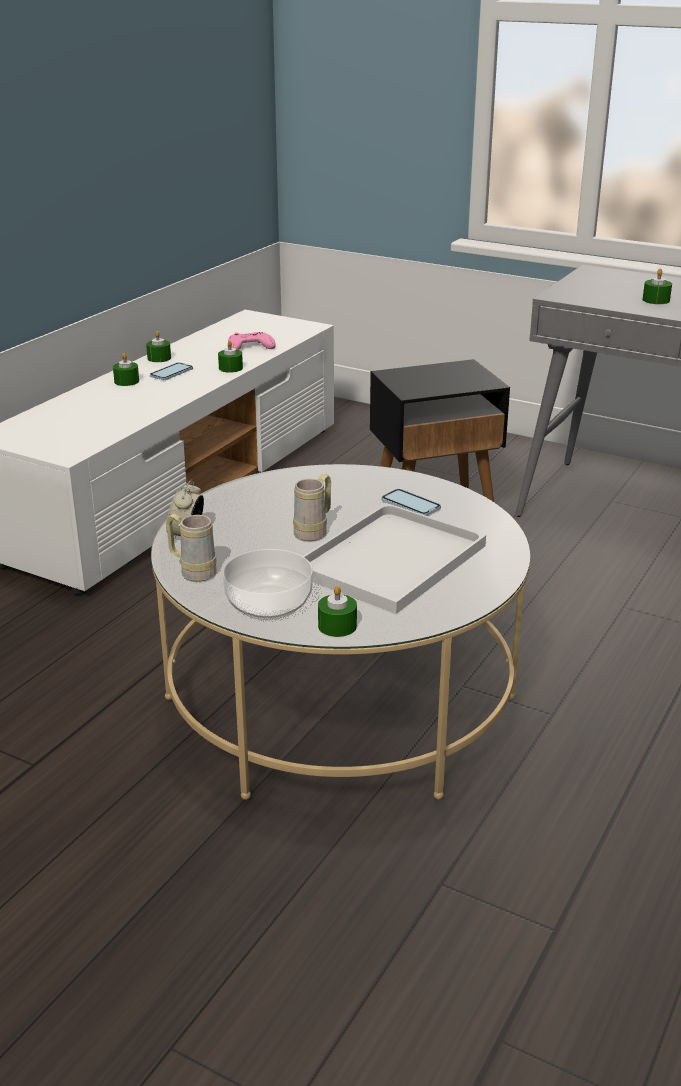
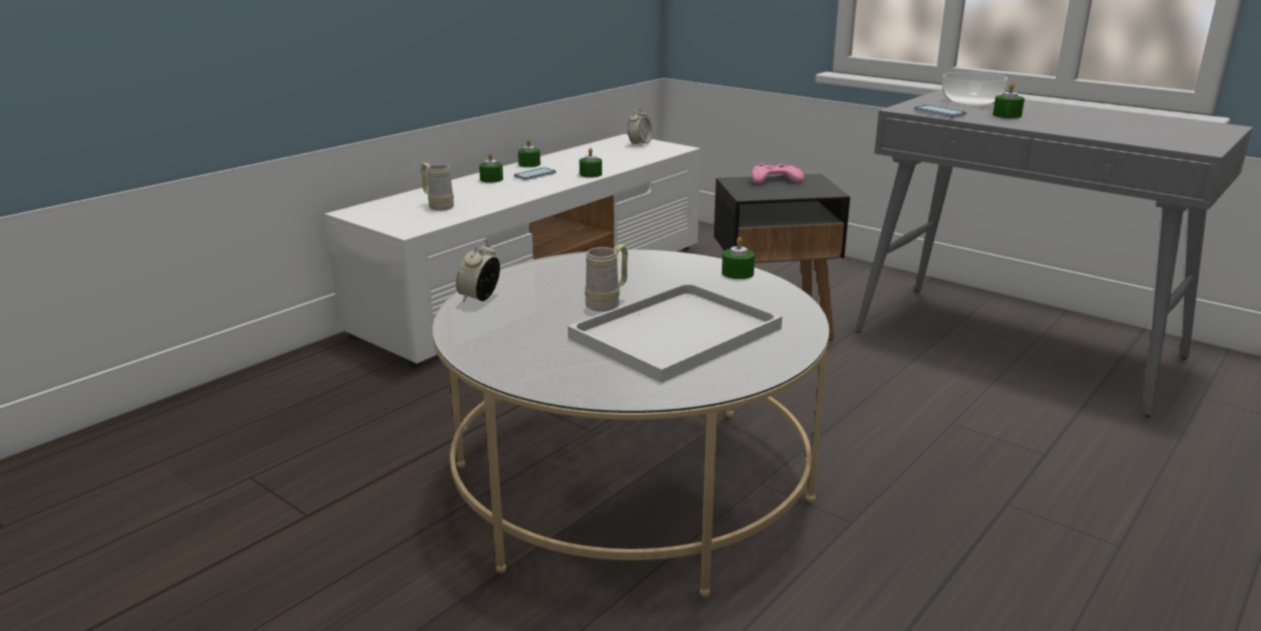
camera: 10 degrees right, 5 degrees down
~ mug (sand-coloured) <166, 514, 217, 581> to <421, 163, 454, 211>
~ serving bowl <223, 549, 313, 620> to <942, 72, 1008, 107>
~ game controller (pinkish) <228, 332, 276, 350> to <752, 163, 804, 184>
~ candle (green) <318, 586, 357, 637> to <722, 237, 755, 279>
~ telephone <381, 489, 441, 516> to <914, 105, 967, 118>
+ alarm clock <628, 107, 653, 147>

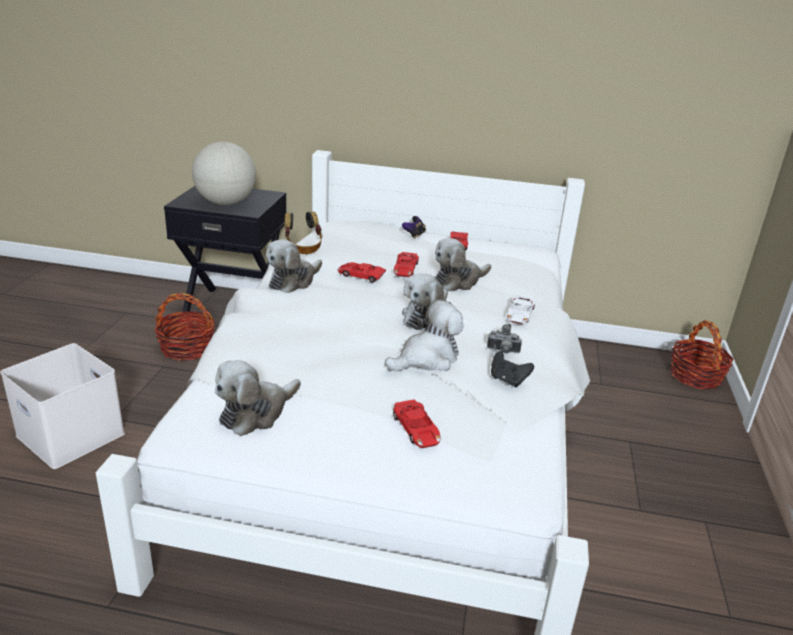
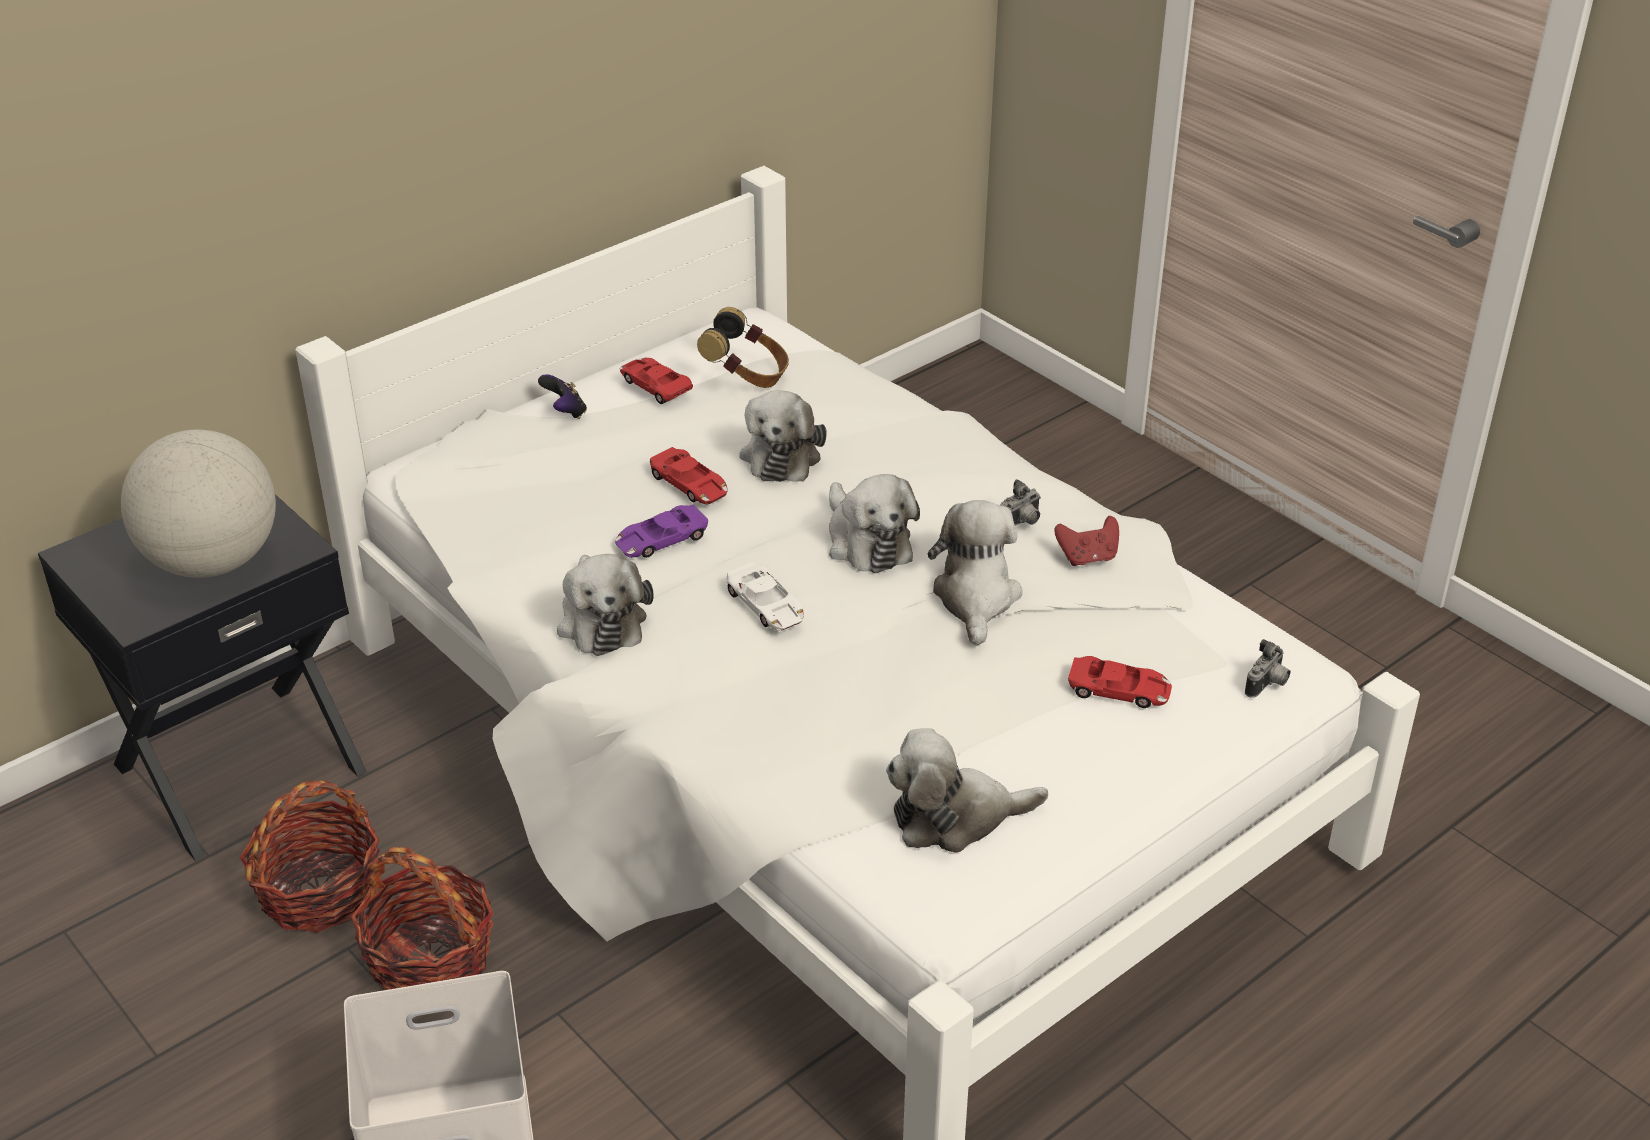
camera: 50 degrees left, 10 degrees up
~ cuddly toy <215, 360, 301, 436> = <886, 728, 1048, 853> 90 degrees clockwise
~ headset <284, 212, 323, 254> to <697, 307, 789, 388>
~ model car (reddish) <338, 262, 386, 283> to model car (purple-coloured) <615, 504, 708, 558>
~ game controller (blackish) <491, 351, 534, 387> to game controller (reddish) <1054, 516, 1119, 566>
~ model car (white) <507, 294, 536, 324> to <727, 562, 804, 631>
~ household basket <670, 320, 734, 389> to <351, 847, 494, 990>
+ photo camera <1245, 639, 1290, 698>

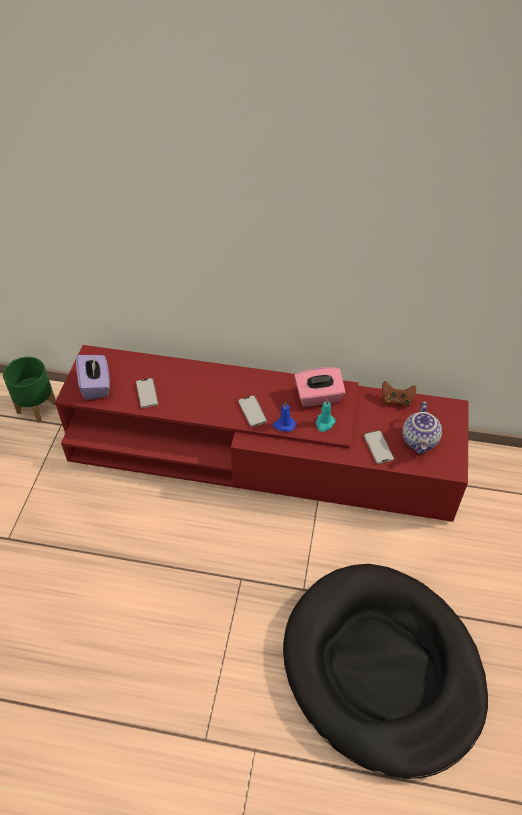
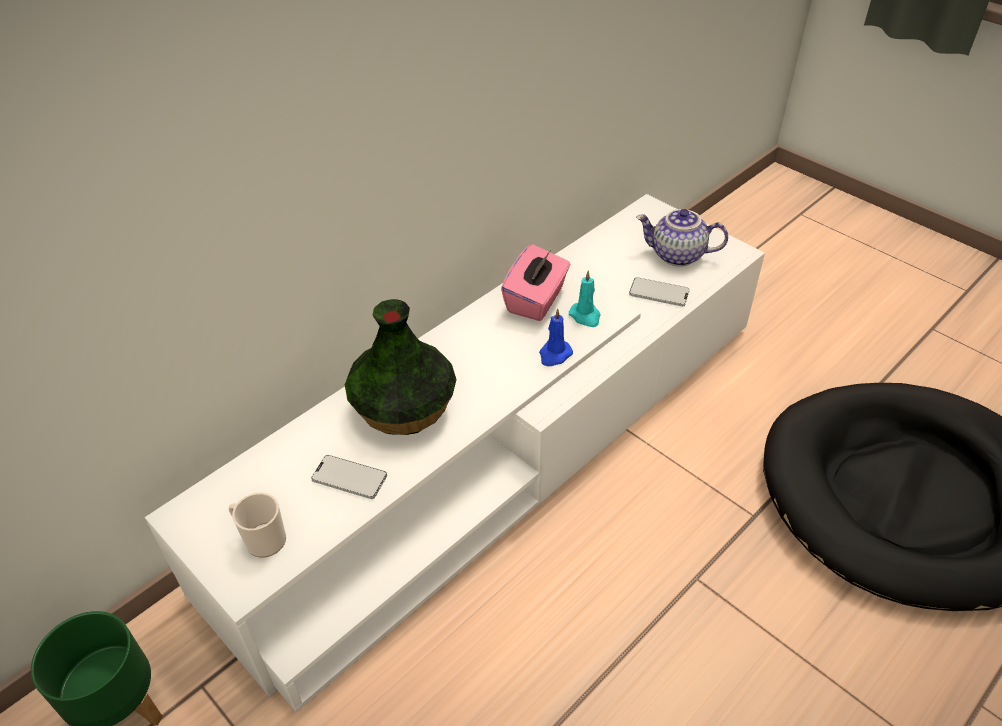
camera: 55 degrees left, 5 degrees down
~ media console (reddish) <55, 345, 469, 522> to media console (white) <145, 194, 765, 712>
~ tissue holder (purple-coloured) <76, 355, 110, 400> to mug <229, 493, 286, 558>
- telephone <238, 395, 267, 427>
- game controller (brown) <382, 381, 416, 407>
~ teapot <402, 402, 442, 454> = <636, 209, 728, 266> 150 degrees clockwise
+ vase <345, 299, 457, 435>

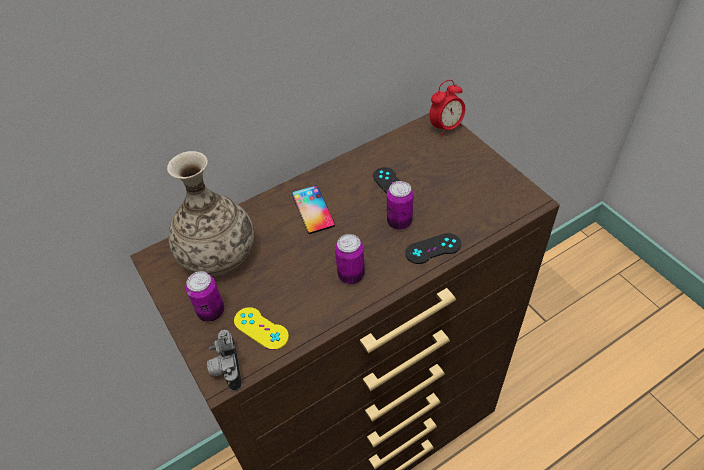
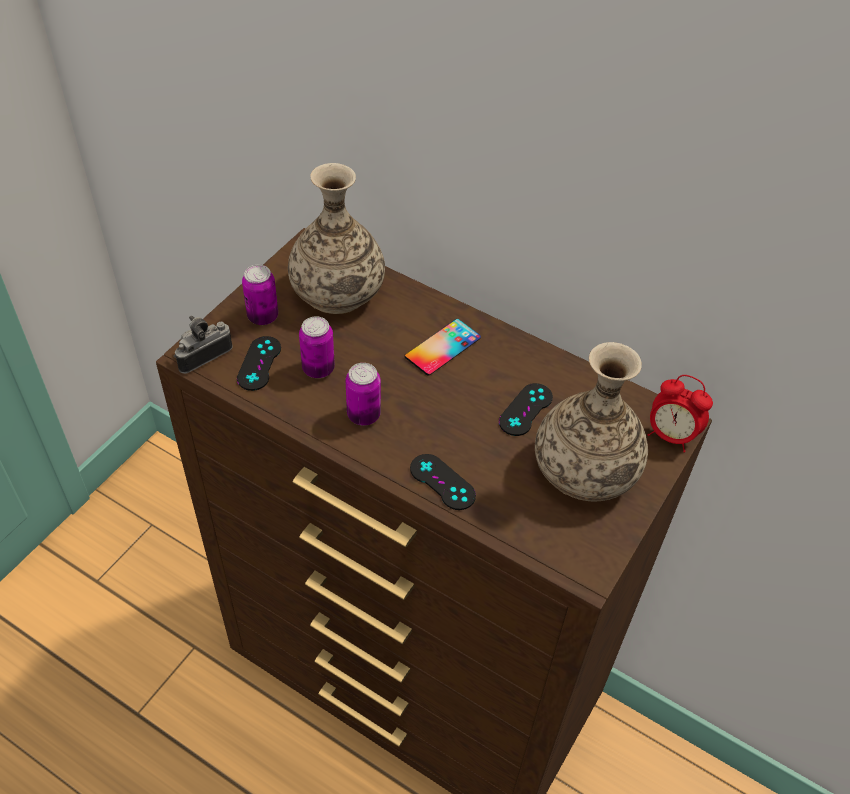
camera: 60 degrees right, 0 degrees up
~ game controller (yellow-coloured) <234, 307, 289, 350> to game controller (blackish) <237, 336, 281, 391>
~ can <387, 181, 414, 230> to <299, 316, 335, 378>
+ vase <535, 342, 648, 501>

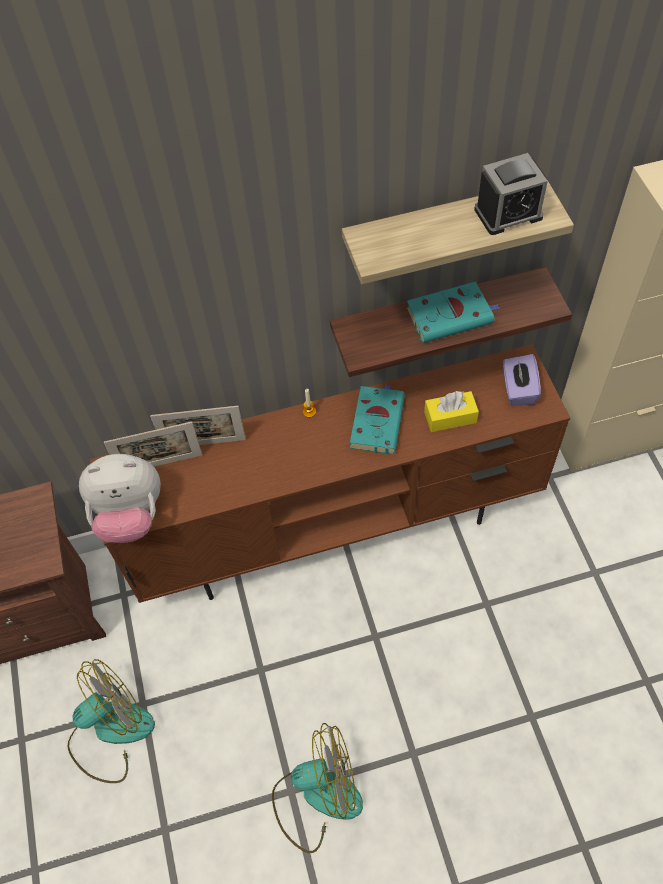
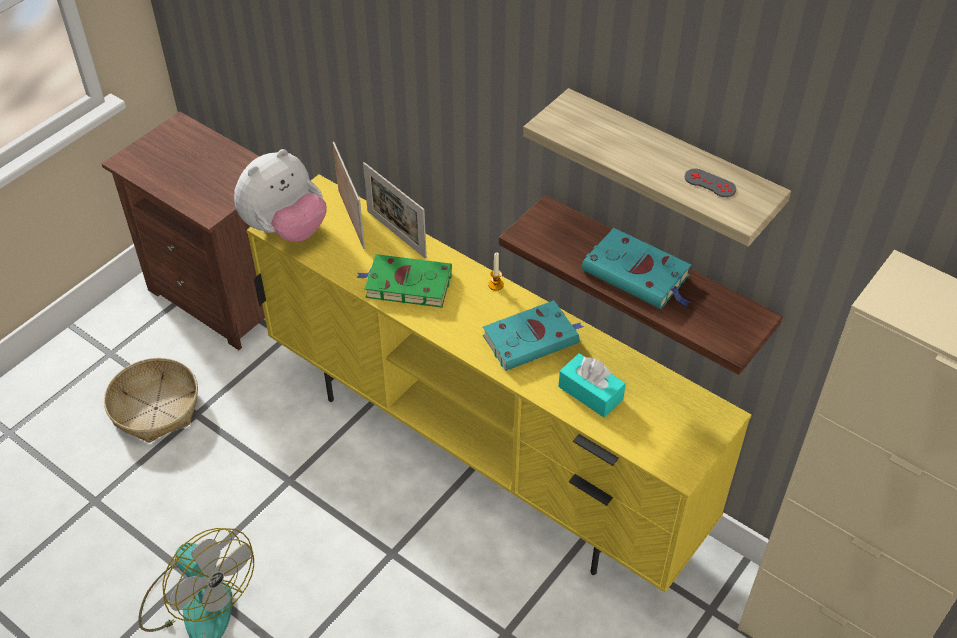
camera: 50 degrees right, 10 degrees down
~ cooling fan <68, 659, 155, 783> to household basket <104, 358, 198, 443>
~ cuddly toy <79, 454, 161, 543> = <234, 149, 327, 242> 90 degrees counterclockwise
~ media console (brown) <90, 344, 570, 603> to media console (yellow-coloured) <247, 175, 751, 592>
~ standing frame <104, 422, 203, 466> = <333, 142, 365, 249> 150 degrees counterclockwise
~ tissue holder (yellow-coloured) <424, 391, 479, 432> to tissue holder (turquoise) <558, 353, 626, 418>
~ alarm clock <474, 153, 548, 235> to game controller (greyish) <685, 169, 736, 197>
- tissue holder (purple-coloured) <503, 354, 541, 406>
+ bound book (green) <356, 254, 452, 308>

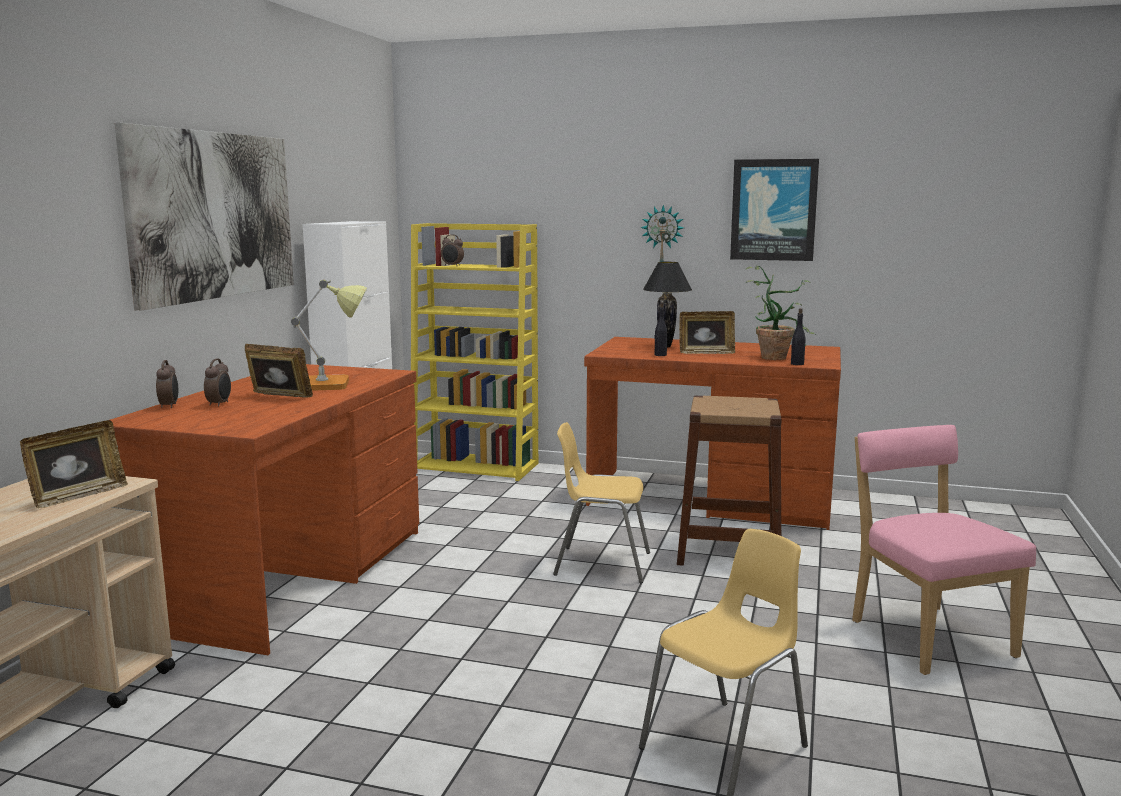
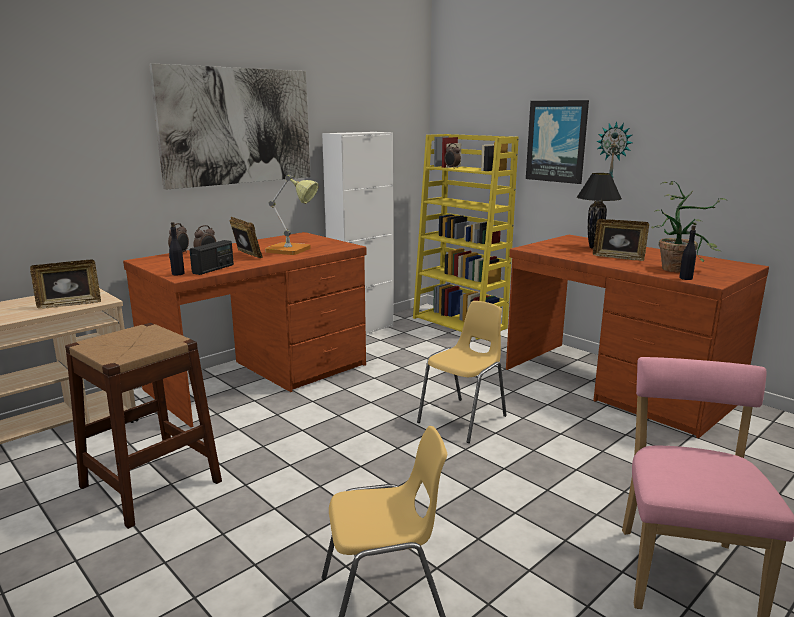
camera: 30 degrees right, 5 degrees up
~ upright chair (yellow-coloured) <553, 422, 650, 583> = <417, 301, 507, 443> 90 degrees clockwise
~ drink bottle (blackish) <654, 302, 667, 356> to <169, 222, 185, 275>
~ sitting stool (brown) <677, 396, 782, 566> to <65, 323, 222, 529>
~ picture <730, 159, 819, 261> to <526, 100, 589, 184>
+ radio <189, 240, 234, 275>

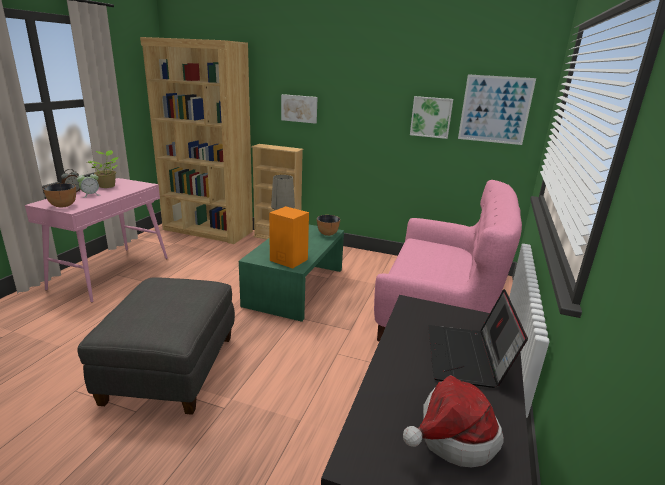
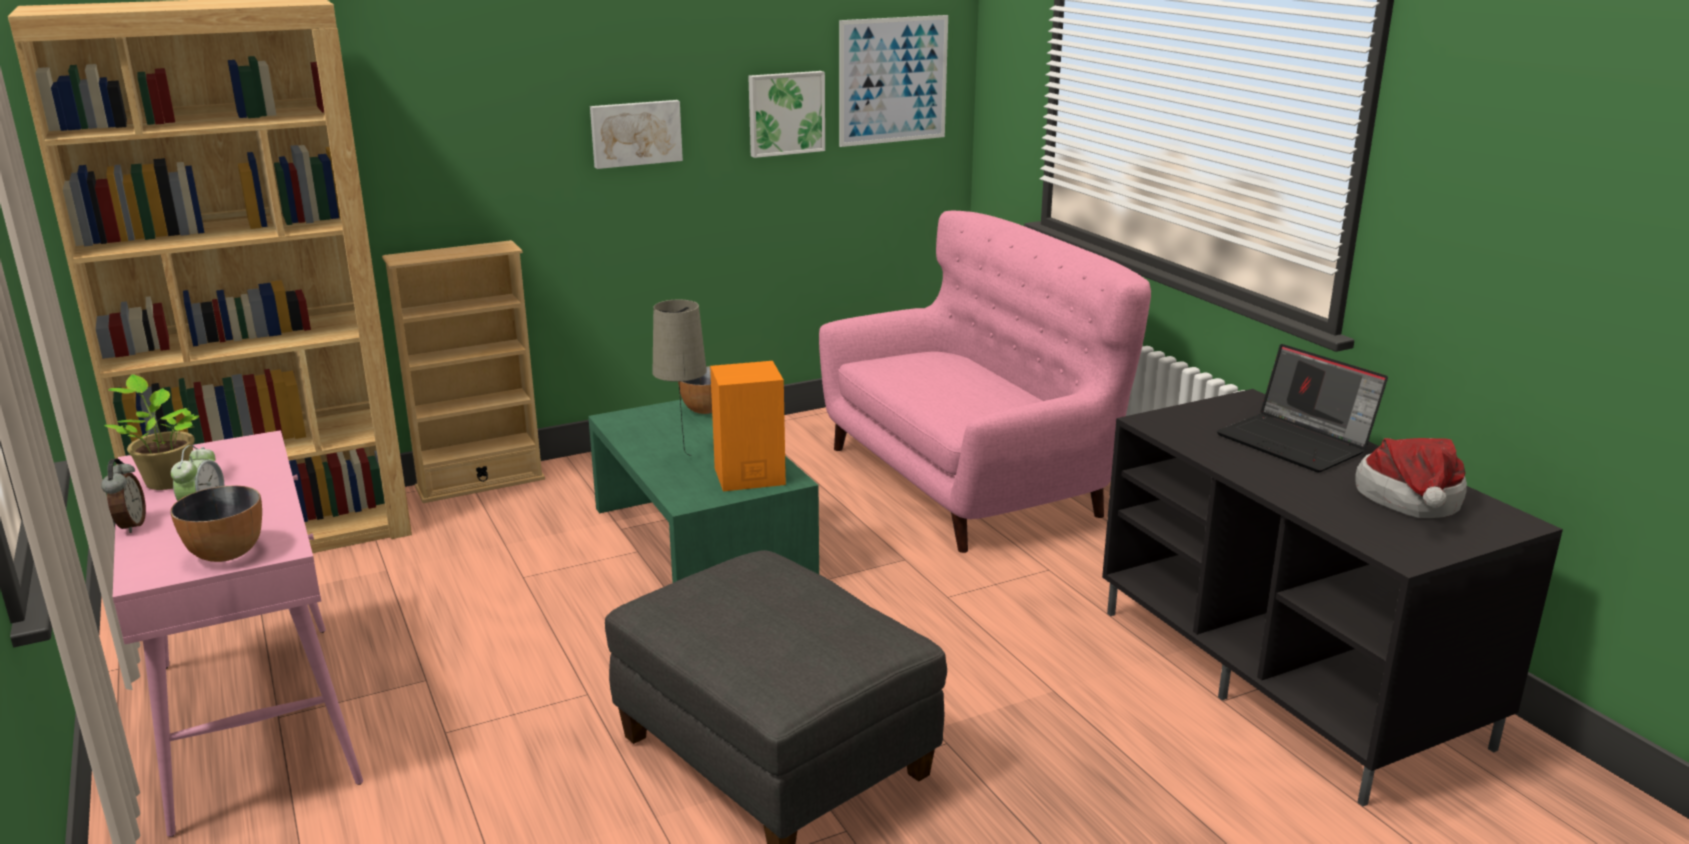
camera: 45 degrees left, 0 degrees up
~ picture <281, 94, 318, 124> to <590, 100, 683, 169>

